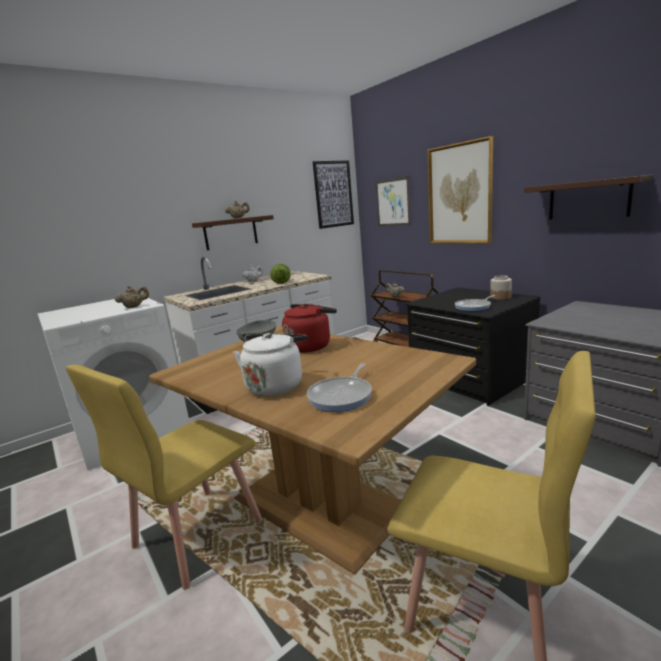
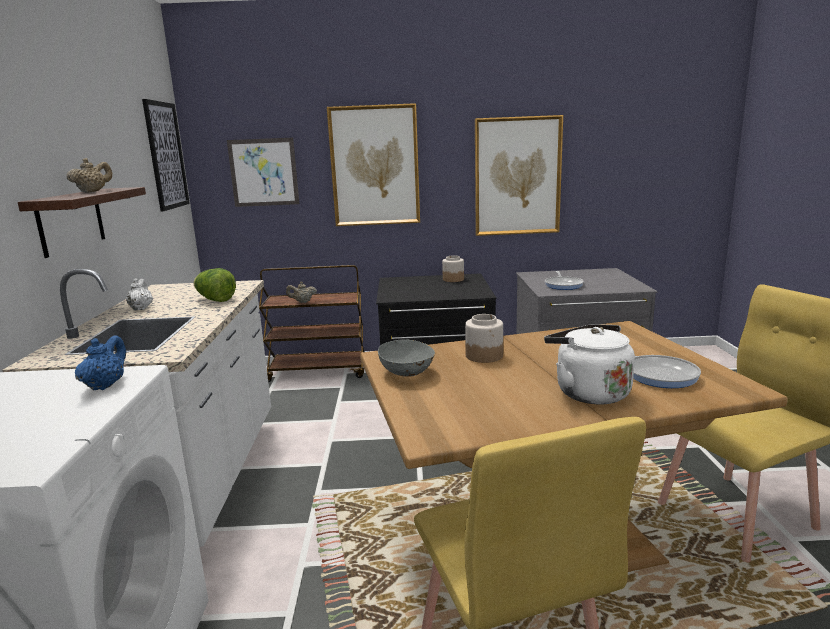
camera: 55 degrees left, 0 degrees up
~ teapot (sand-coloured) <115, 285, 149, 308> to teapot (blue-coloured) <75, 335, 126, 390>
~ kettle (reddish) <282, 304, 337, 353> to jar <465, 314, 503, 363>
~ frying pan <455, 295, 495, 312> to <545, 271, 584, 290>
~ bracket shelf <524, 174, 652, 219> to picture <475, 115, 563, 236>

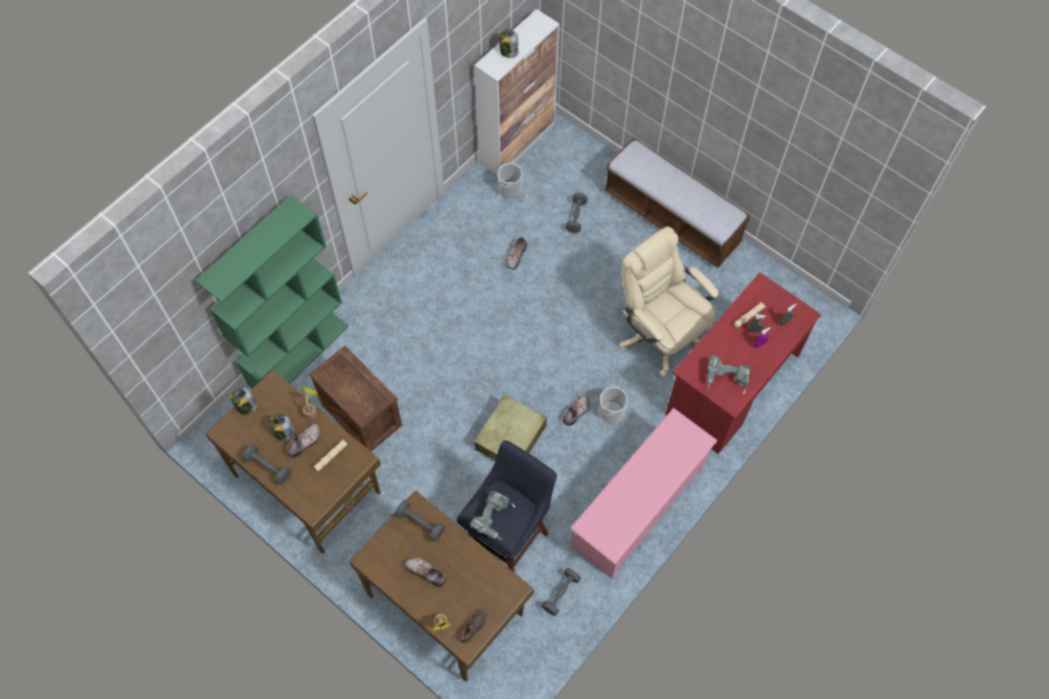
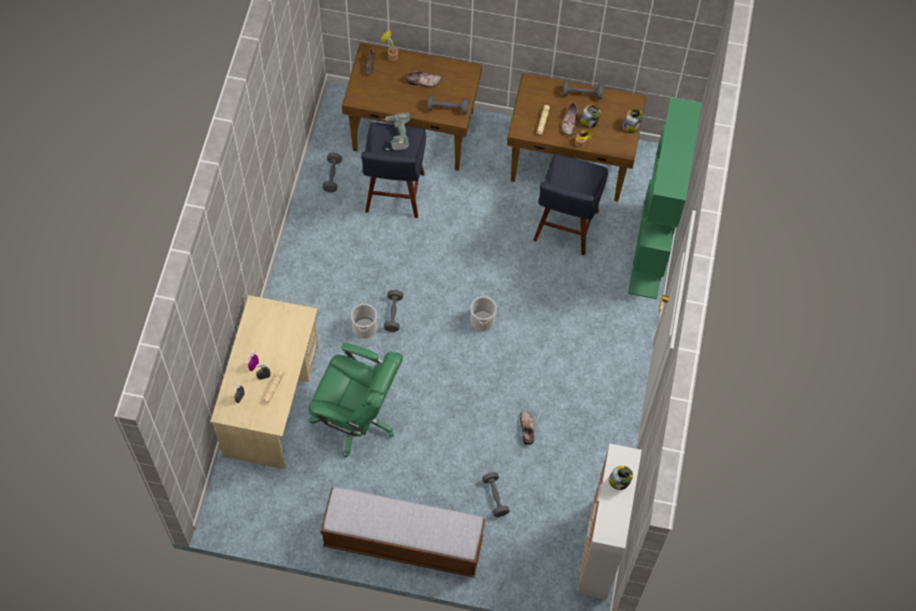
camera: 150 degrees right, 0 degrees up
~ shipping crate <309, 346, 402, 452> to sitting stool (blue-coloured) <533, 154, 608, 255>
- suitcase (sand-coloured) <474, 394, 547, 461>
~ water bucket <497, 163, 523, 199> to <470, 295, 497, 331>
~ shoe <563, 394, 590, 426> to free weight (greyish) <384, 290, 403, 332>
- shoe shelf (pinkish) <570, 408, 718, 579>
~ desk chair (sand-coloured) <619, 226, 719, 377> to desk chair (green) <308, 343, 403, 458>
~ desk (reddish) <665, 272, 822, 454> to desk (sand-coloured) <210, 295, 319, 469>
- drill <707, 356, 750, 394>

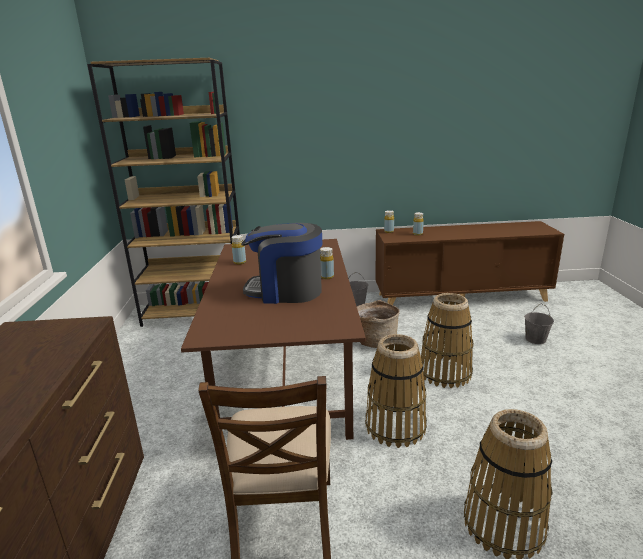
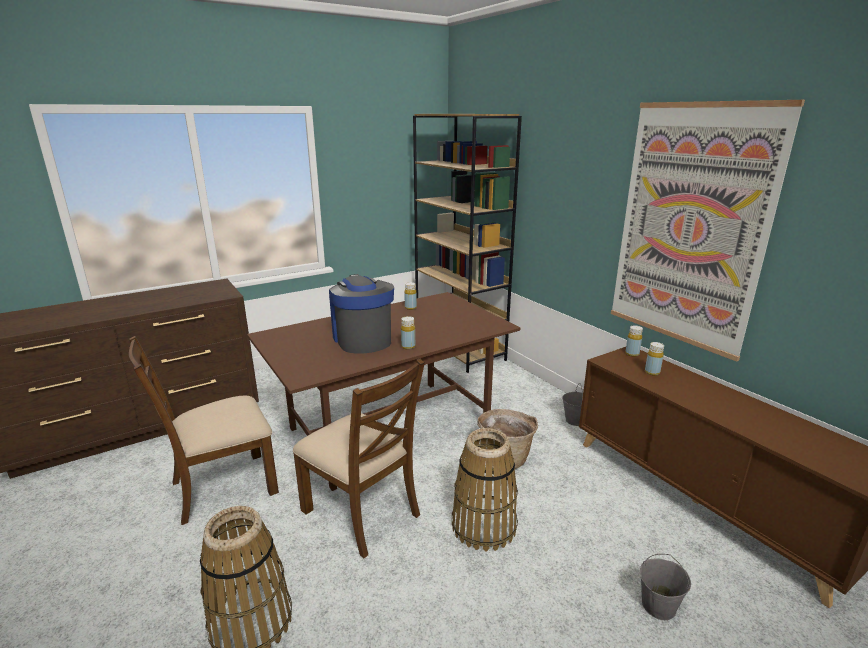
camera: 60 degrees right, 0 degrees up
~ household basket <365, 334, 427, 448> to upright chair (brown) <293, 359, 425, 558>
+ picture <611, 100, 805, 362>

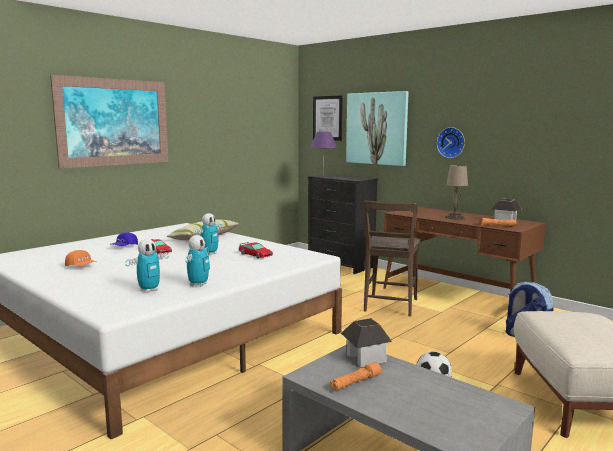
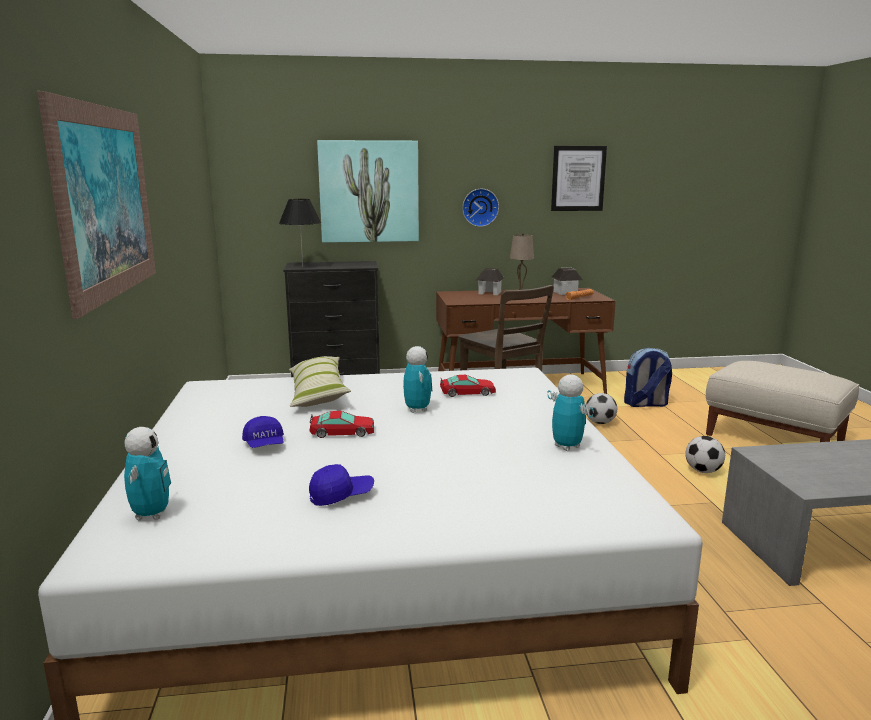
camera: 50 degrees left, 5 degrees up
~ cap (orange-coloured) <65, 250, 97, 266> to cap (blue-coloured) <309, 464, 374, 506>
~ robot figure <126, 239, 169, 293> to <124, 427, 171, 520>
~ lamp for a table (purple-coloured) <310, 132, 338, 176> to lamp for a table (blackish) <279, 199, 322, 266>
~ picture <313, 95, 343, 141> to <551, 146, 607, 211>
- hand torch (orange-coloured) <330, 362, 382, 390>
~ miniature house <341, 318, 392, 367> to <476, 268, 504, 295>
+ football <586, 393, 617, 424>

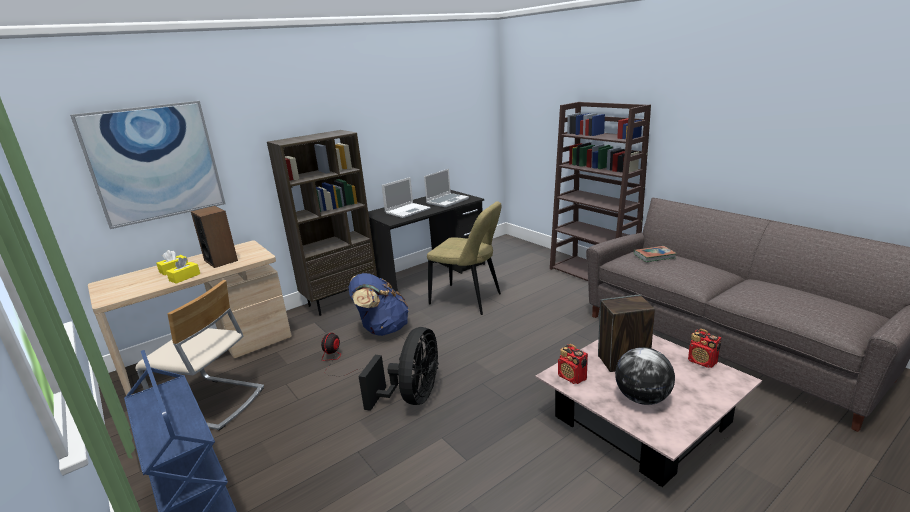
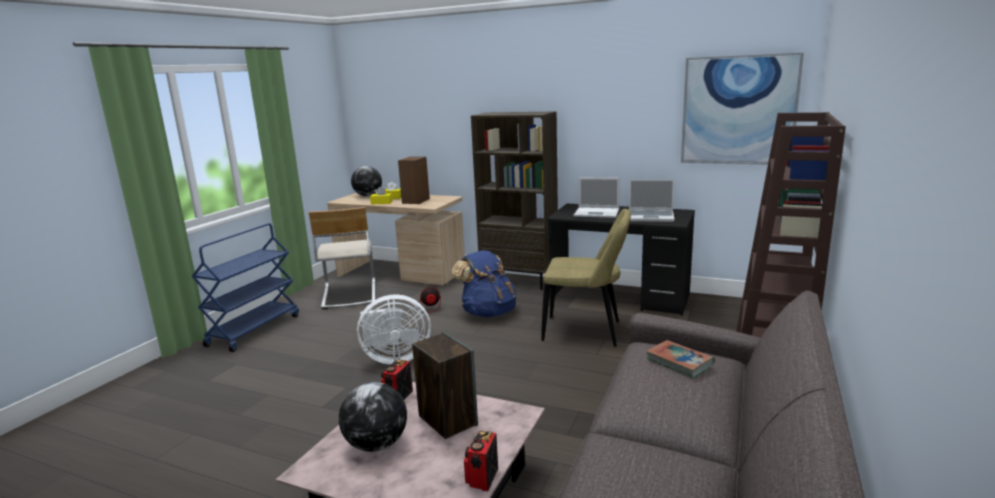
camera: 60 degrees right, 5 degrees down
~ picture <70, 101, 226, 229> to <681, 53, 804, 165>
~ cooling fan (blackish) <358, 327, 439, 411> to cooling fan (white) <357, 294, 431, 365>
~ upright chair (sand-coloured) <427, 201, 502, 315> = <541, 209, 631, 347> 75 degrees counterclockwise
+ world globe <351, 166, 382, 197>

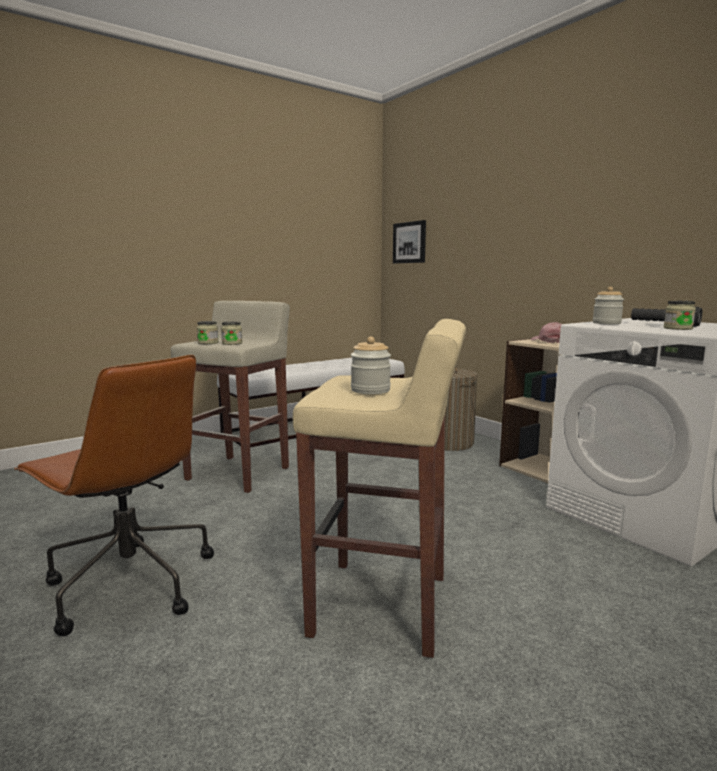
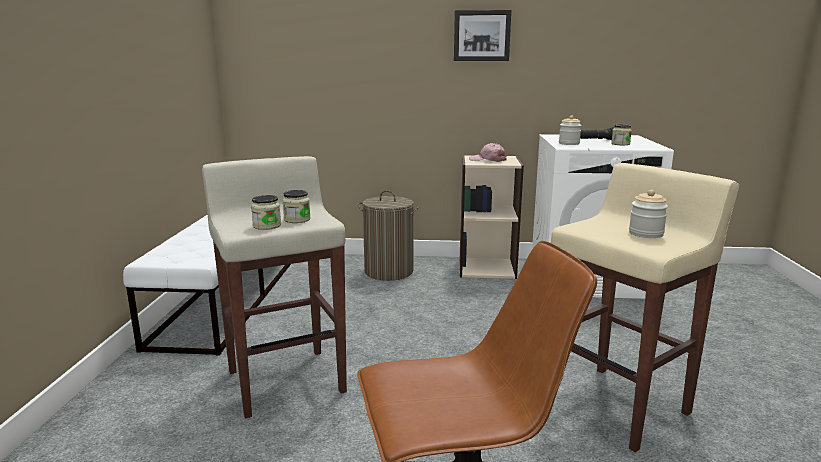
camera: 50 degrees left, 5 degrees up
~ picture <393, 220, 426, 263> to <454, 10, 511, 61>

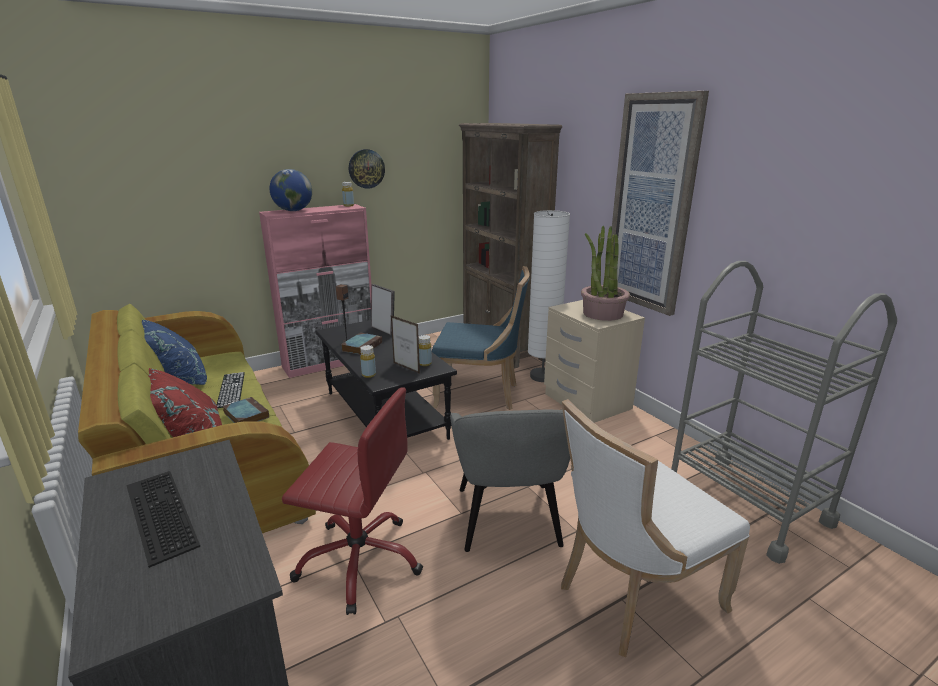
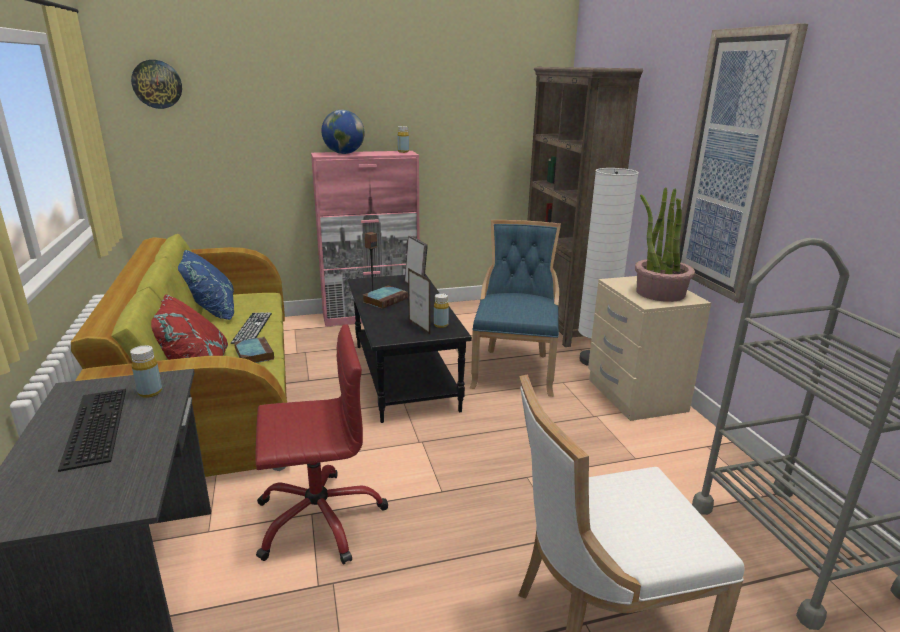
camera: 15 degrees right, 0 degrees up
~ desk chair (reddish) <282, 387, 423, 615> = <256, 324, 389, 564> 45 degrees counterclockwise
~ hanging clock <349, 149, 385, 189> to <131, 60, 182, 109>
~ drink bottle (yellow-coloured) <360, 345, 376, 378> to <130, 345, 162, 398>
~ upright chair (blue-coloured) <432, 266, 530, 410> = <470, 220, 561, 397> 105 degrees counterclockwise
- armchair (greyish) <450, 409, 570, 552>

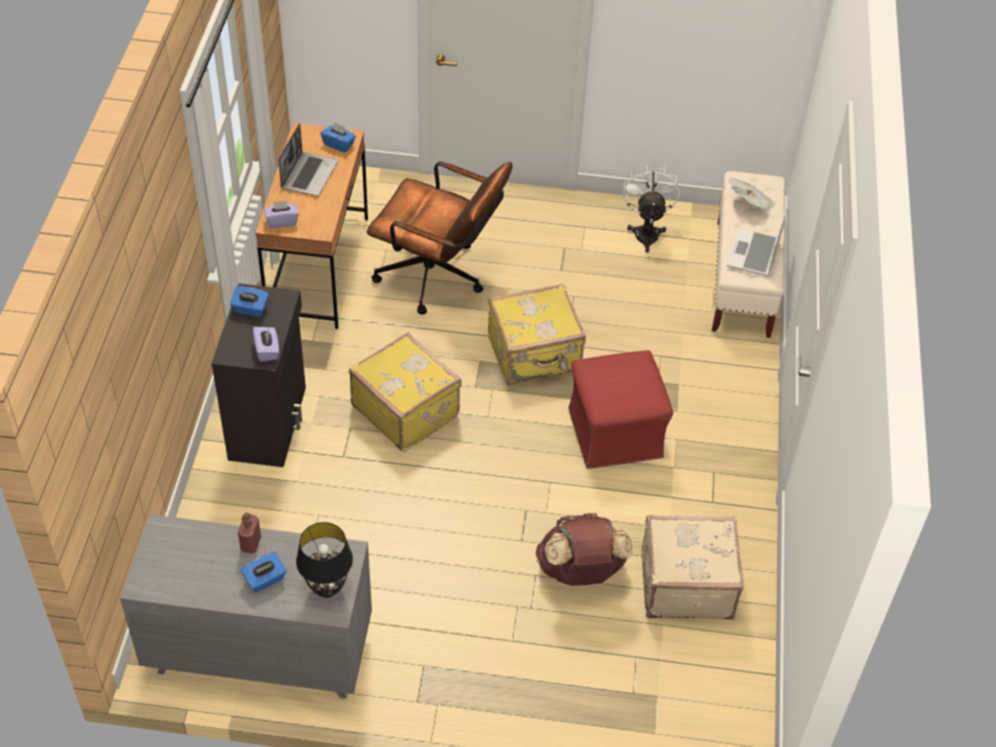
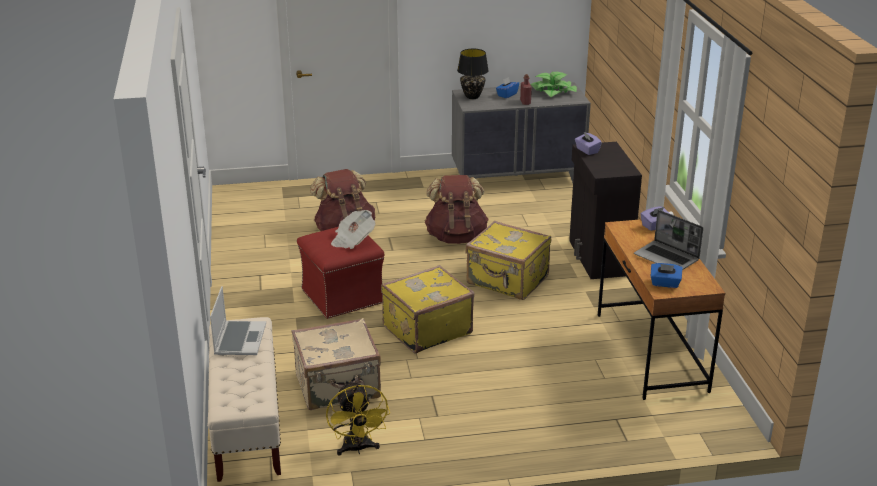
camera: 165 degrees right, 20 degrees down
- tissue holder (blue-coloured) <230, 286, 269, 317>
~ notebook computer <278, 123, 338, 196> = <634, 210, 703, 270> 45 degrees counterclockwise
- desk chair (brown) <367, 161, 512, 315>
~ cooling fan (white) <623, 165, 680, 253> to cooling fan (yellow-coloured) <326, 380, 390, 455>
~ suitcase (sand-coloured) <642, 515, 744, 619> to <291, 318, 381, 410>
~ daily paper <728, 178, 776, 209> to <331, 210, 375, 249>
+ knapsack (brown) <425, 175, 489, 244>
+ plant in a pot <530, 72, 577, 97>

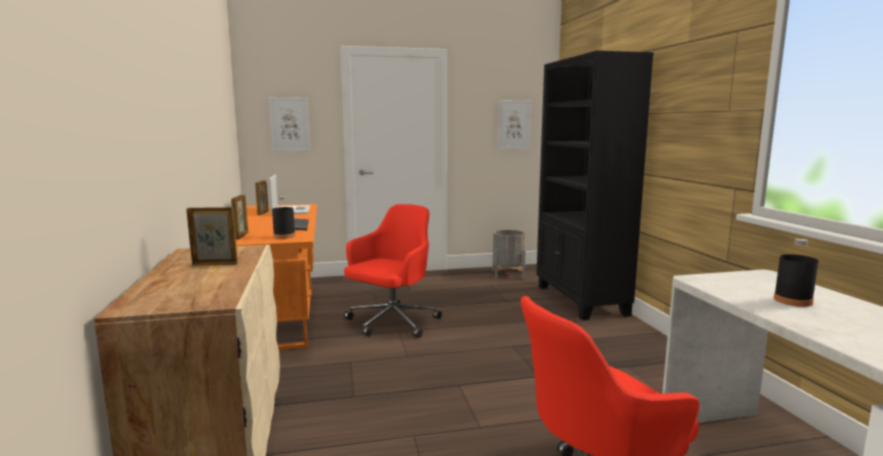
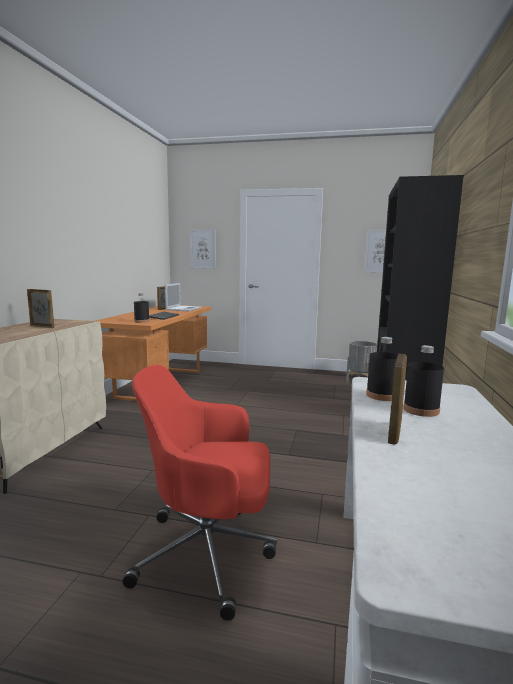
camera: 25 degrees right, 0 degrees up
~ standing frame <231, 195, 248, 240> to <388, 354, 407, 445>
- desk chair (reddish) <344, 204, 442, 338>
+ drink bottle (blackish) <366, 337, 398, 401>

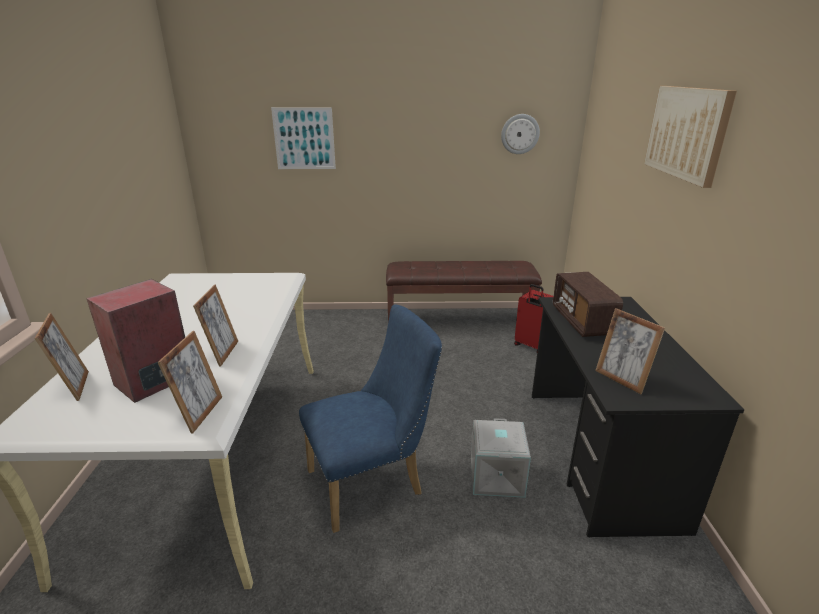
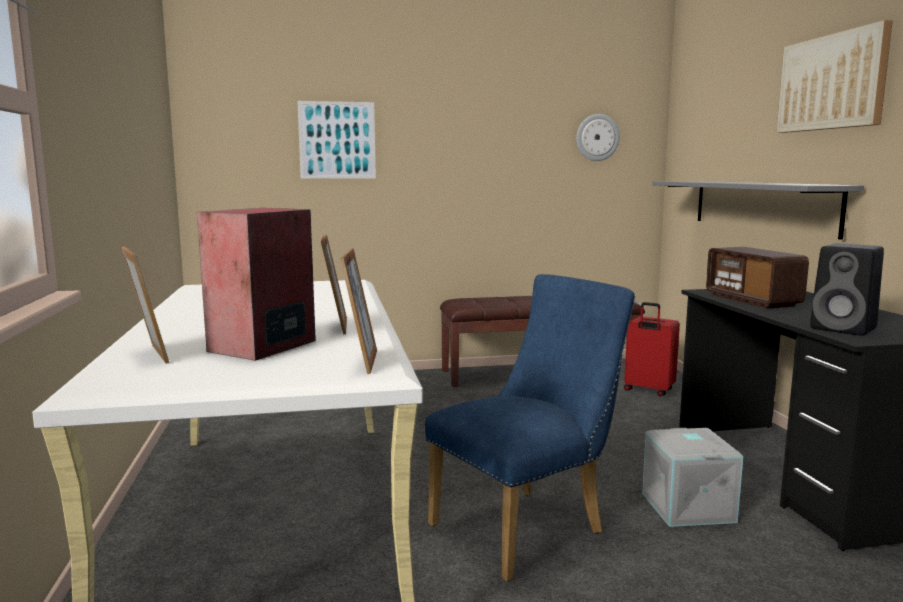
camera: 10 degrees left, 15 degrees down
~ standing frame <595, 308, 665, 394> to audio speaker (blackish) <810, 243, 884, 336>
+ bracket shelf (greyish) <652, 181, 864, 240>

